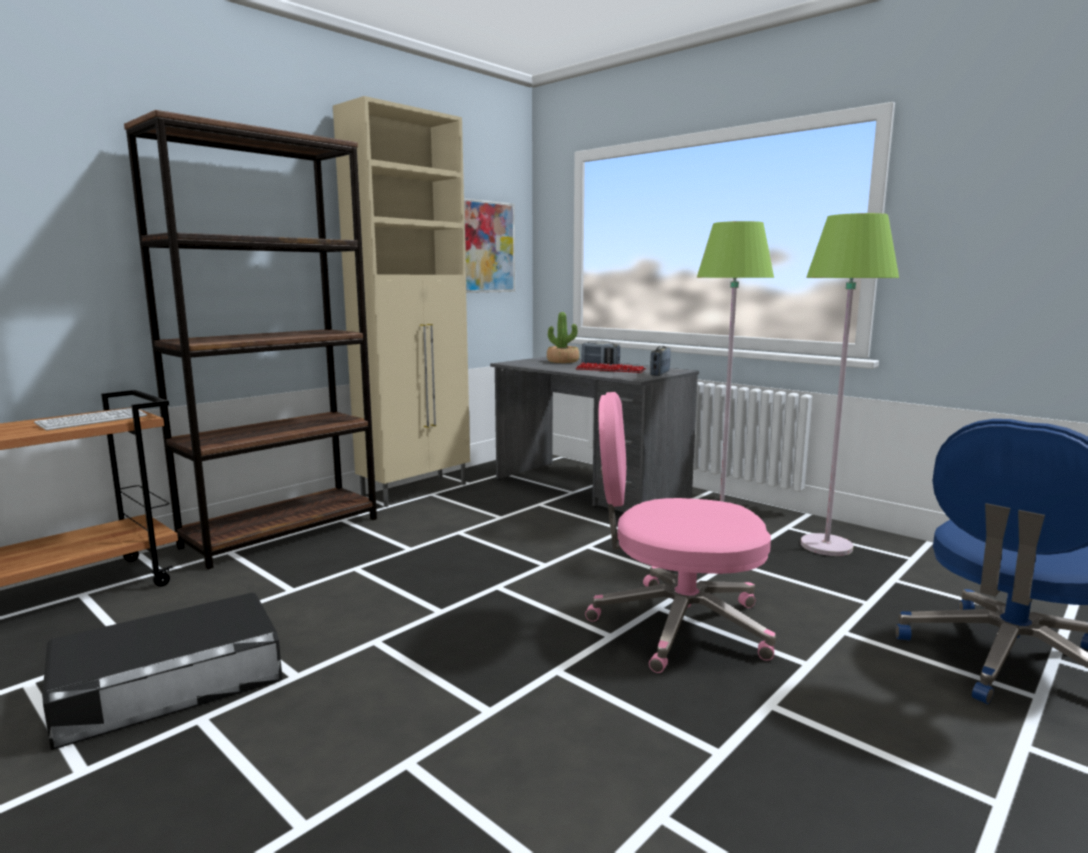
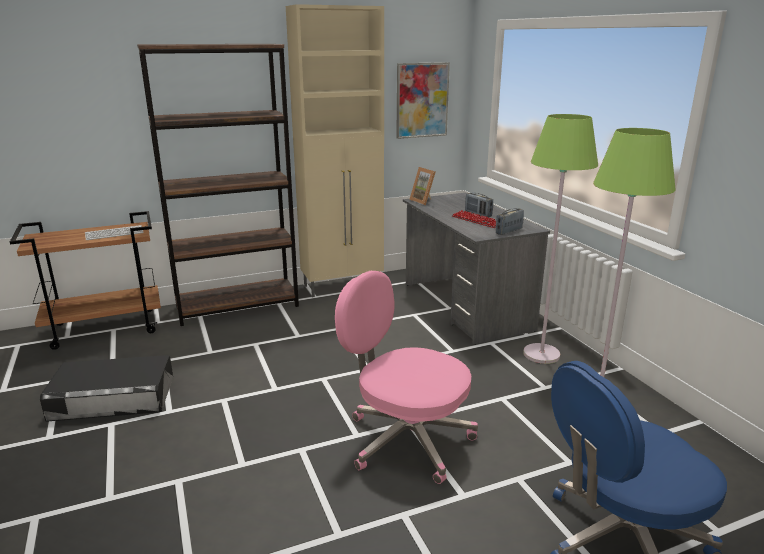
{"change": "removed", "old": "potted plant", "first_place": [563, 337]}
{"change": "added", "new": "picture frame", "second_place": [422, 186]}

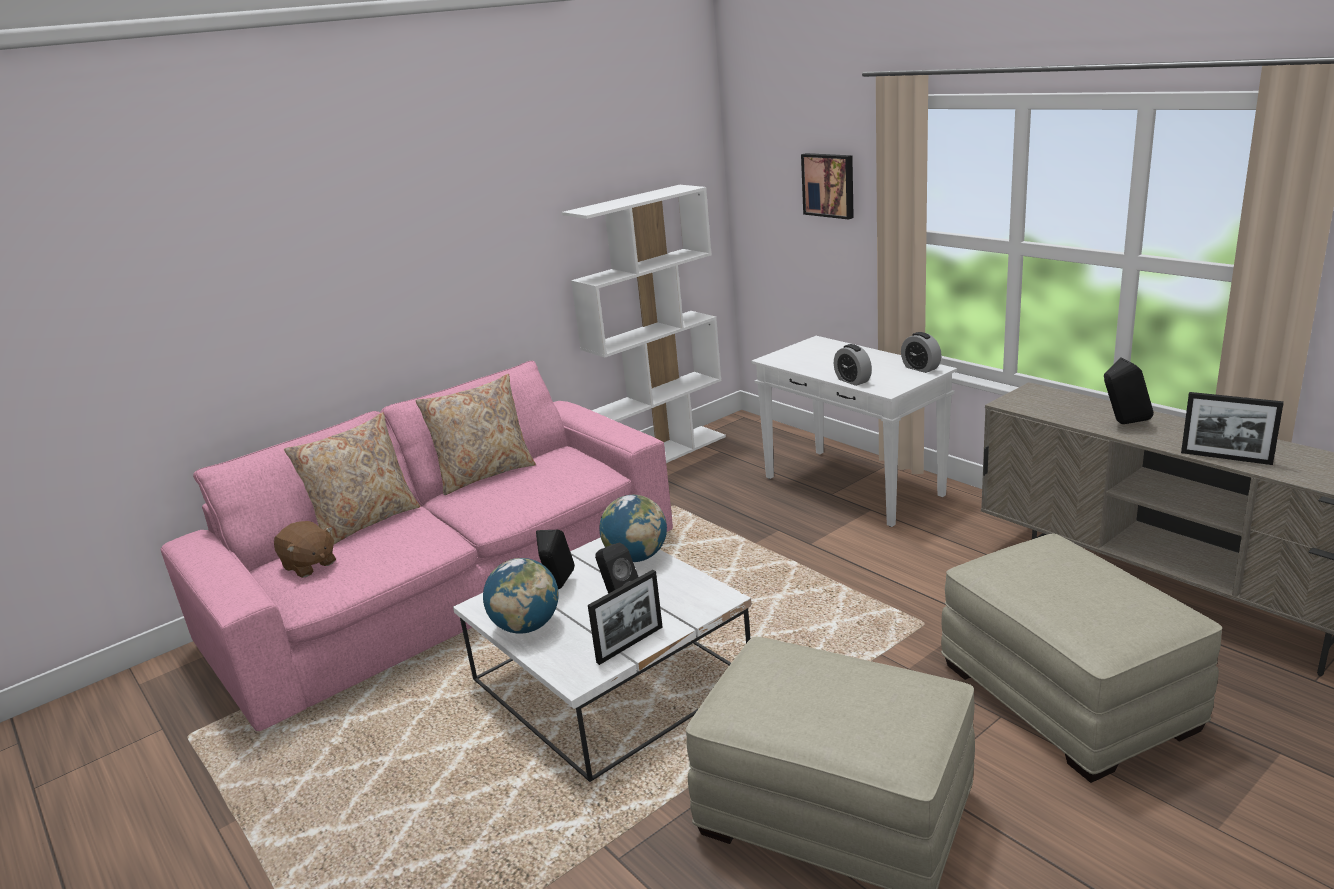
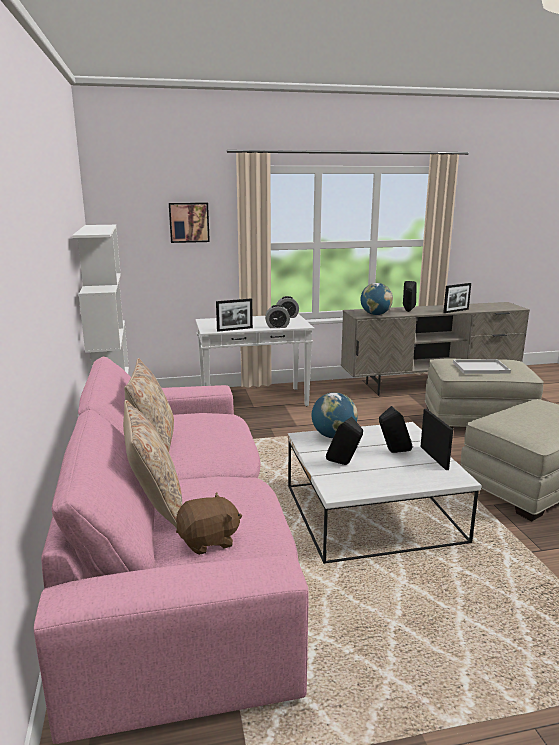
{"change": "moved", "old": "globe", "first_place": [521, 596], "second_place": [377, 299]}
{"change": "added", "new": "picture frame", "second_place": [234, 315]}
{"change": "added", "new": "white tray", "second_place": [482, 366]}

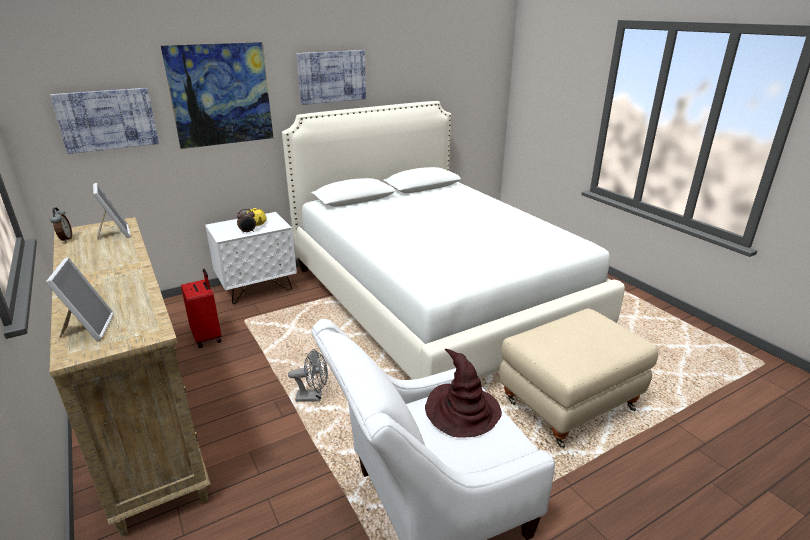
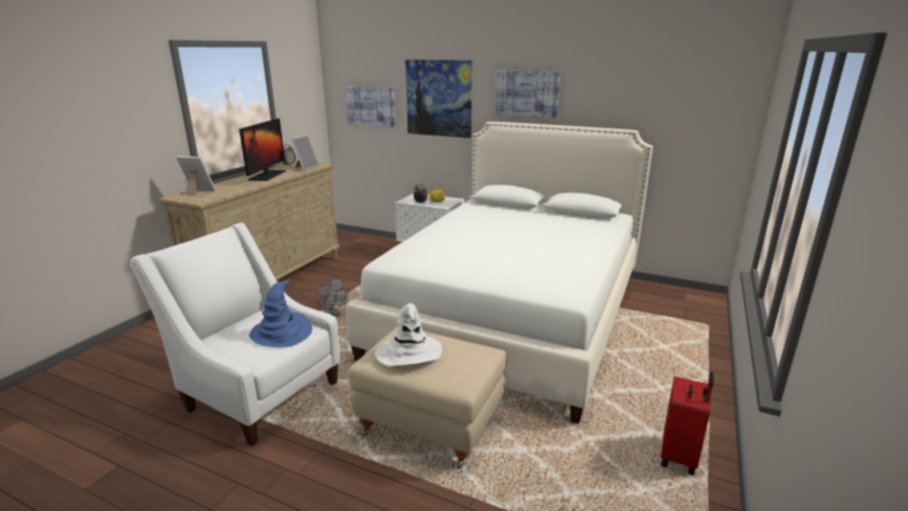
{"change": "turned", "old": "picture frame", "first_place": [80, 299], "second_place": [196, 176], "degrees": -120}
{"change": "moved", "old": "red suitcase", "first_place": [201, 308], "second_place": [687, 423]}
{"change": "recoloured", "old": "brown hat", "new": "blue hat", "first_place": [463, 393], "second_place": [280, 313]}
{"change": "added", "new": "monitor", "second_place": [262, 149]}
{"change": "added", "new": "white hat", "second_place": [408, 334]}

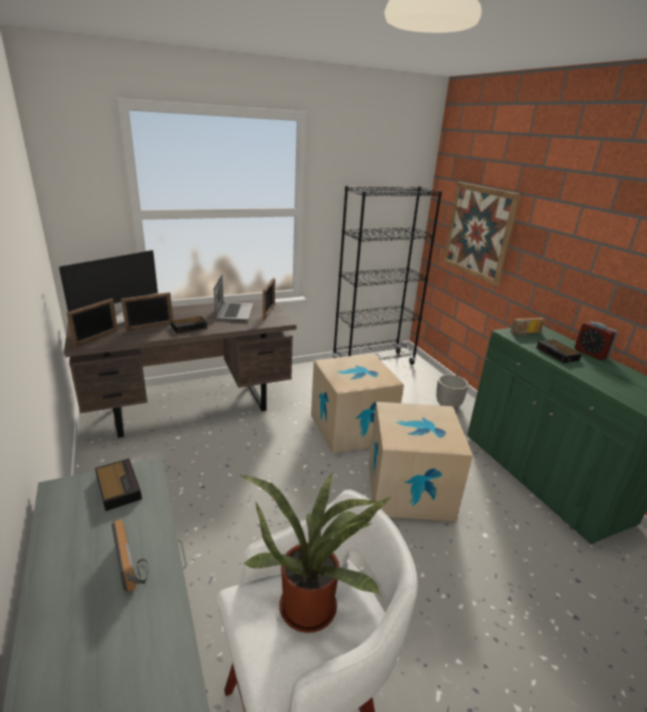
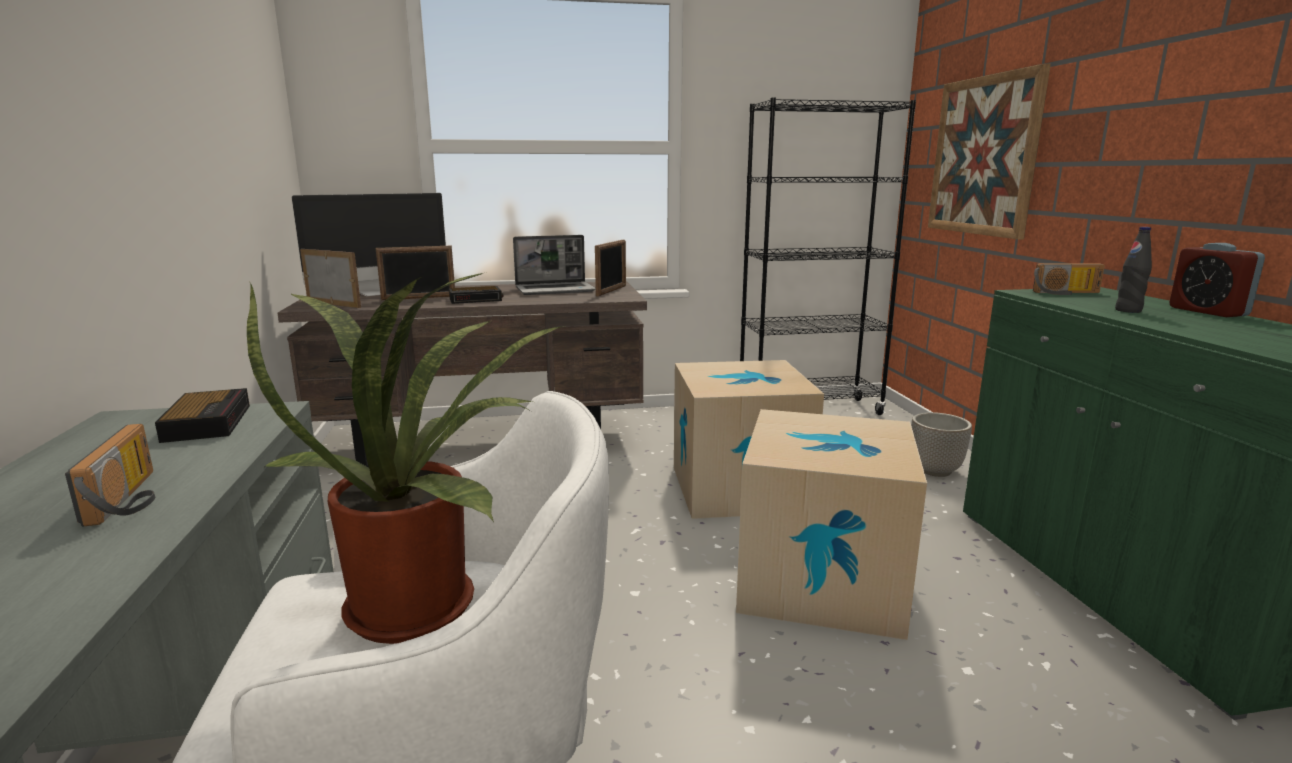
{"change": "turned", "old": "laptop", "first_place": [233, 298], "second_place": [554, 265], "degrees": 60}
{"change": "turned", "old": "picture frame", "first_place": [92, 322], "second_place": [330, 278], "degrees": -105}
{"change": "replaced", "old": "alarm clock", "new": "black bottle", "first_place": [559, 351], "second_place": [1133, 270]}

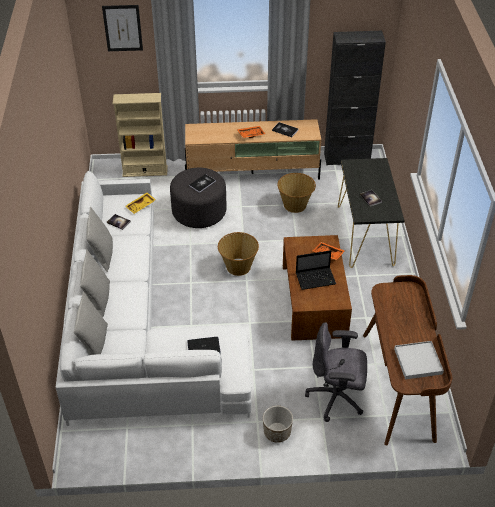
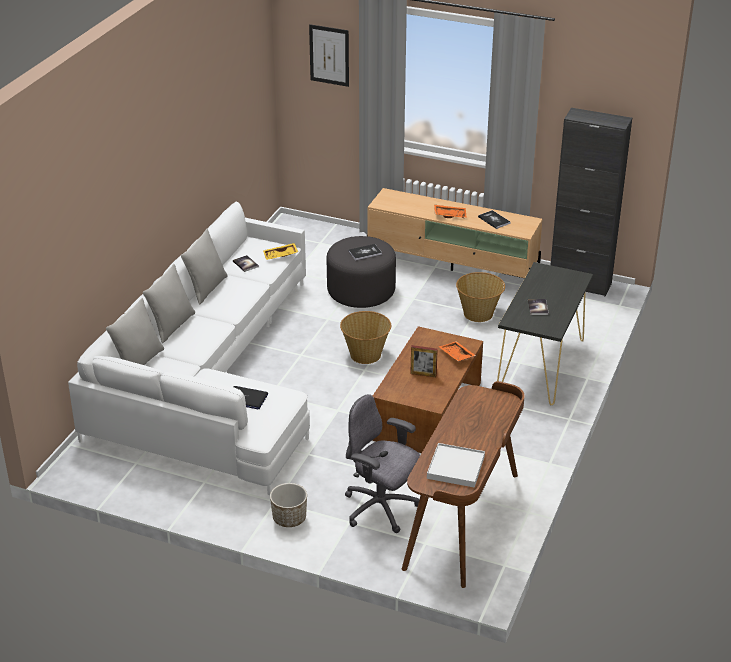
{"change": "removed", "old": "beige bookcase", "first_place": [140, 135]}
{"change": "replaced", "old": "laptop", "new": "picture frame", "first_place": [316, 270], "second_place": [424, 361]}

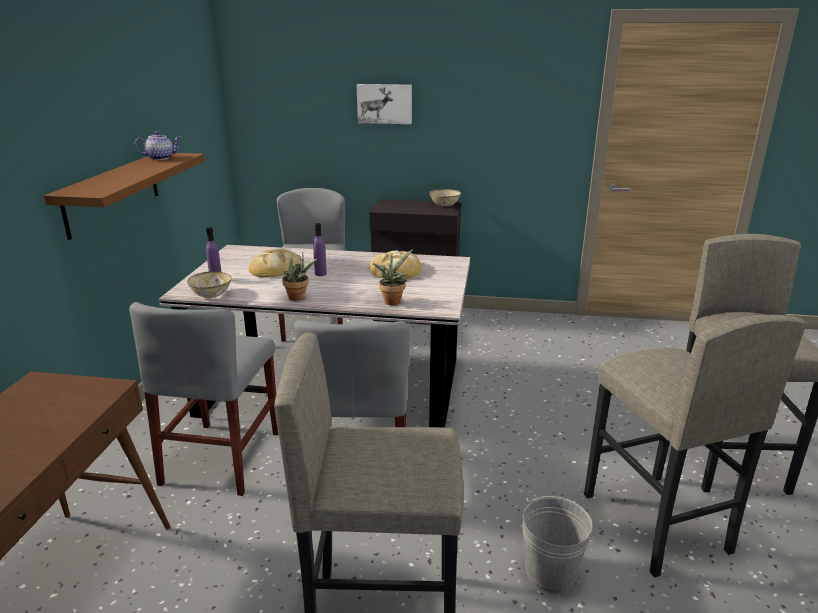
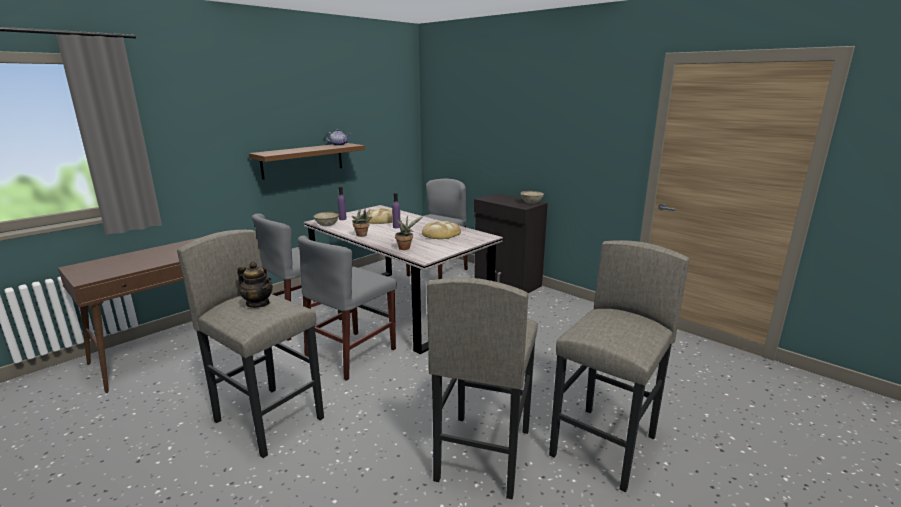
{"change": "removed", "old": "picture", "first_place": [384, 104]}
{"change": "removed", "old": "grey bucket", "first_place": [558, 544]}
{"change": "added", "new": "teapot", "second_place": [255, 285]}

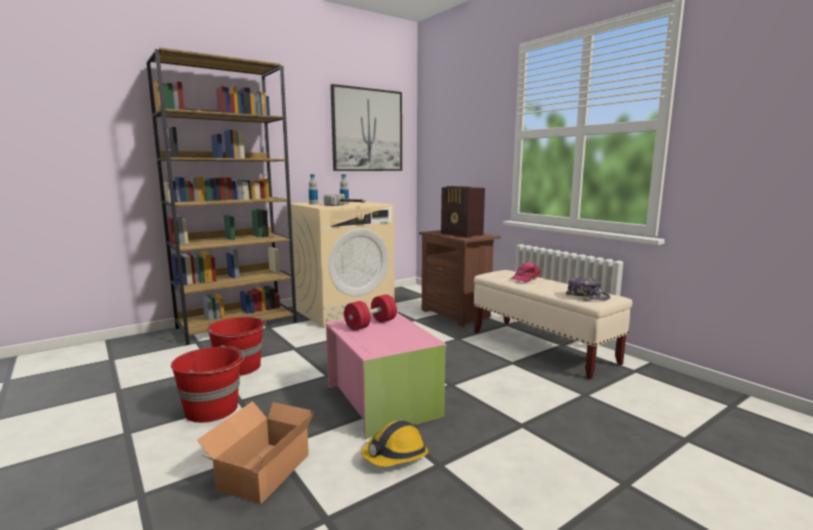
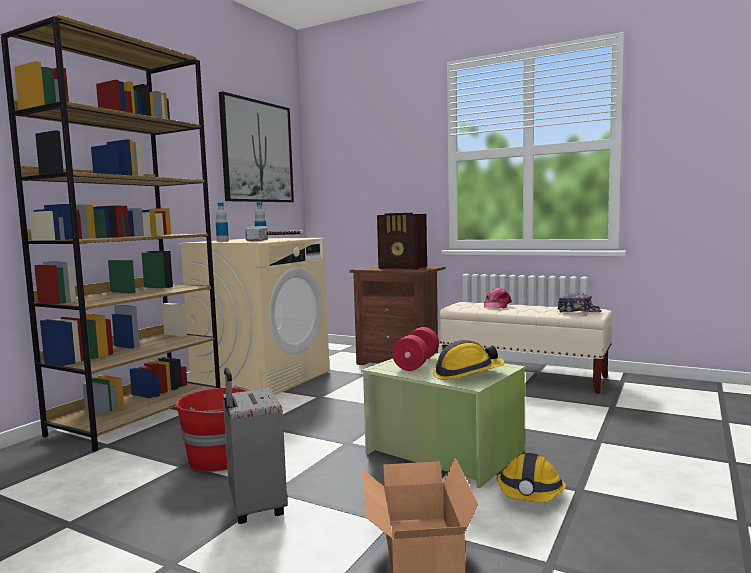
{"change": "recoloured", "old": "pink storage box", "new": "green storage box", "first_place": [386, 376], "second_place": [443, 420]}
{"change": "replaced", "old": "red bucket", "new": "grey suitcase", "first_place": [208, 384], "second_place": [255, 445]}
{"change": "added", "new": "hard hat", "second_place": [469, 360]}

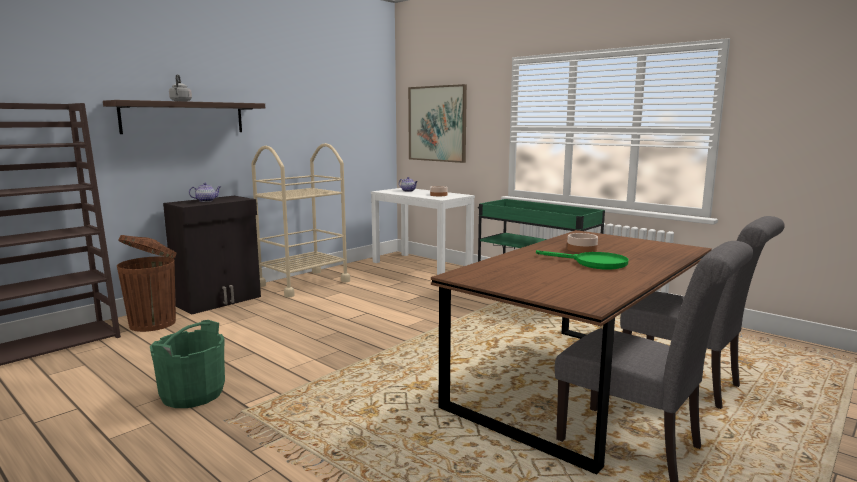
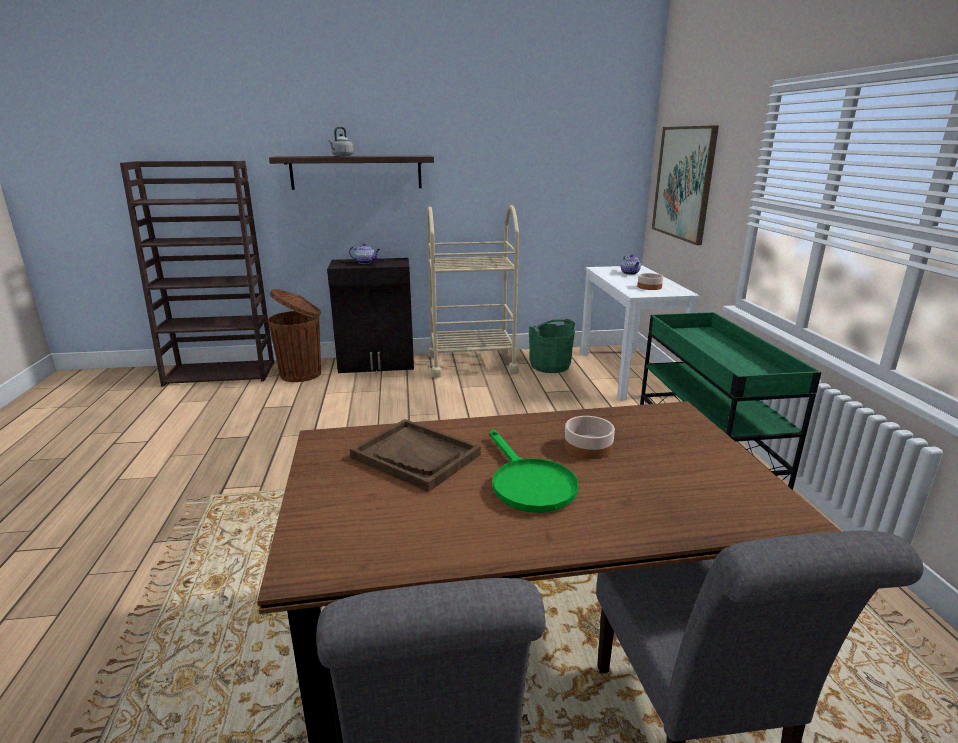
{"change": "moved", "old": "green bucket", "first_place": [187, 364], "second_place": [552, 346]}
{"change": "added", "new": "brown tray", "second_place": [415, 455]}

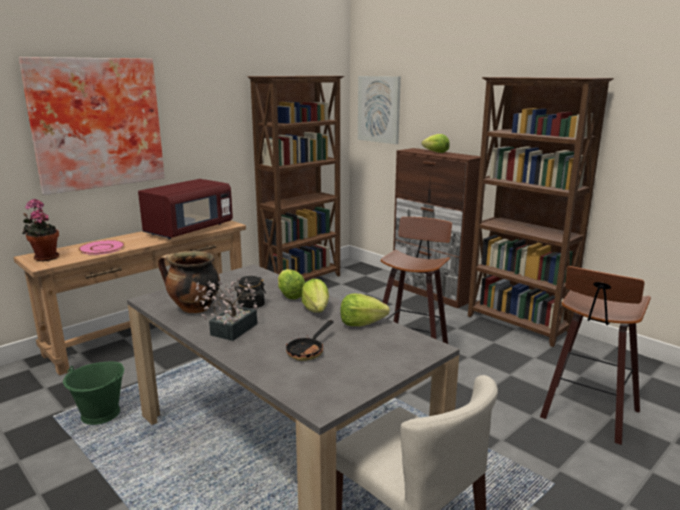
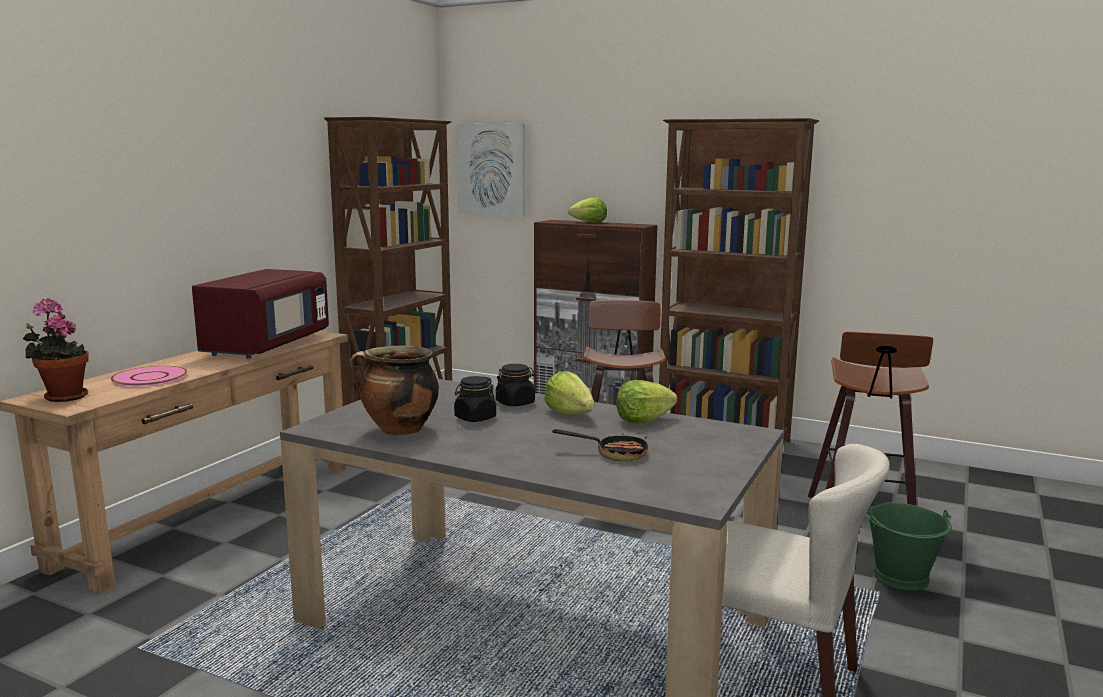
{"change": "removed", "old": "picture", "first_place": [92, 126]}
{"change": "replaced", "old": "lettuce", "new": "black jar", "first_place": [291, 284], "second_place": [515, 385]}
{"change": "removed", "old": "potted plant", "first_place": [226, 309]}
{"change": "turned", "old": "frying pan", "first_place": [309, 340], "second_place": [600, 445], "degrees": -90}
{"change": "moved", "old": "green bucket", "first_place": [93, 393], "second_place": [909, 546]}

